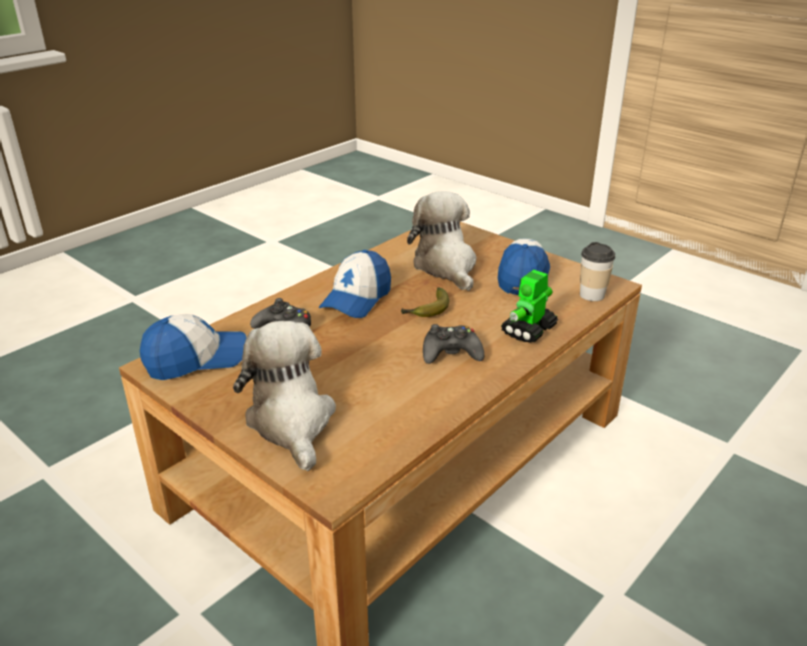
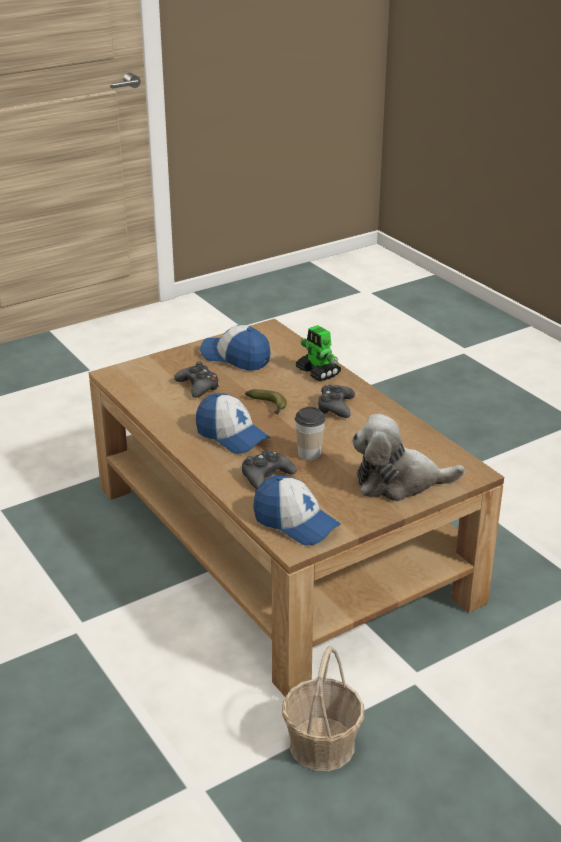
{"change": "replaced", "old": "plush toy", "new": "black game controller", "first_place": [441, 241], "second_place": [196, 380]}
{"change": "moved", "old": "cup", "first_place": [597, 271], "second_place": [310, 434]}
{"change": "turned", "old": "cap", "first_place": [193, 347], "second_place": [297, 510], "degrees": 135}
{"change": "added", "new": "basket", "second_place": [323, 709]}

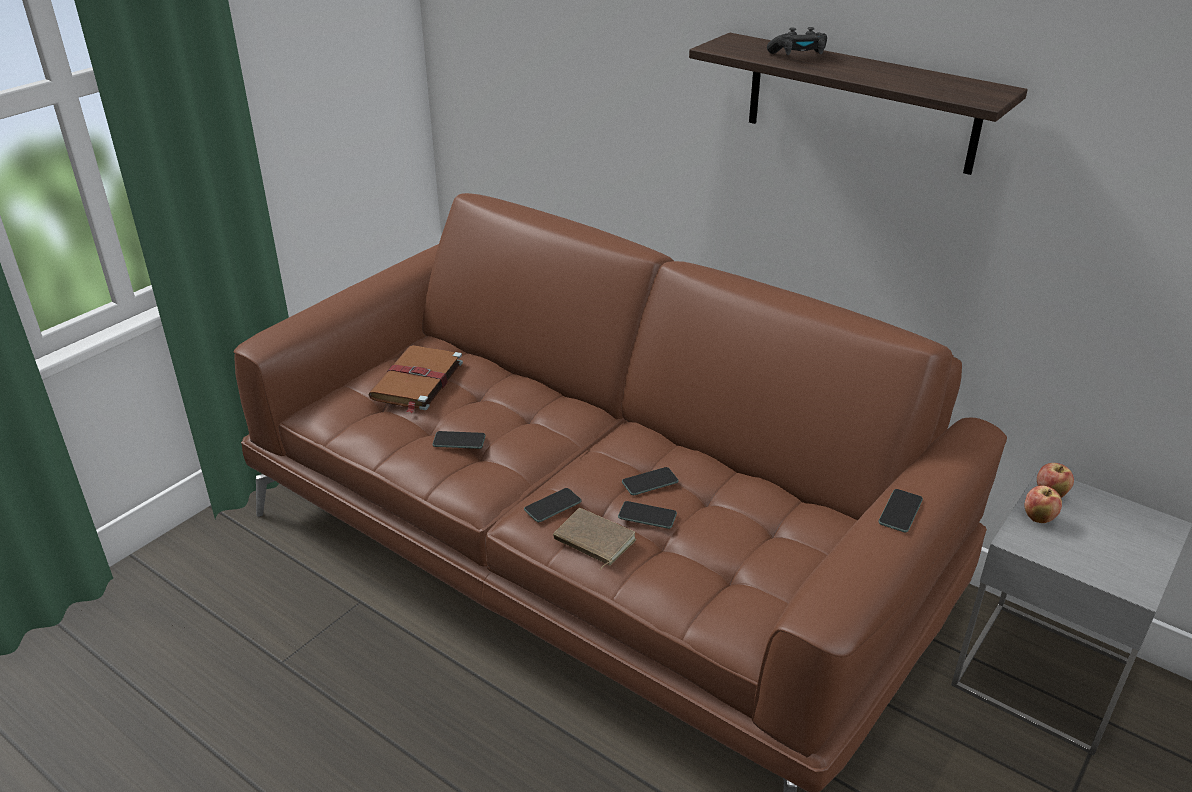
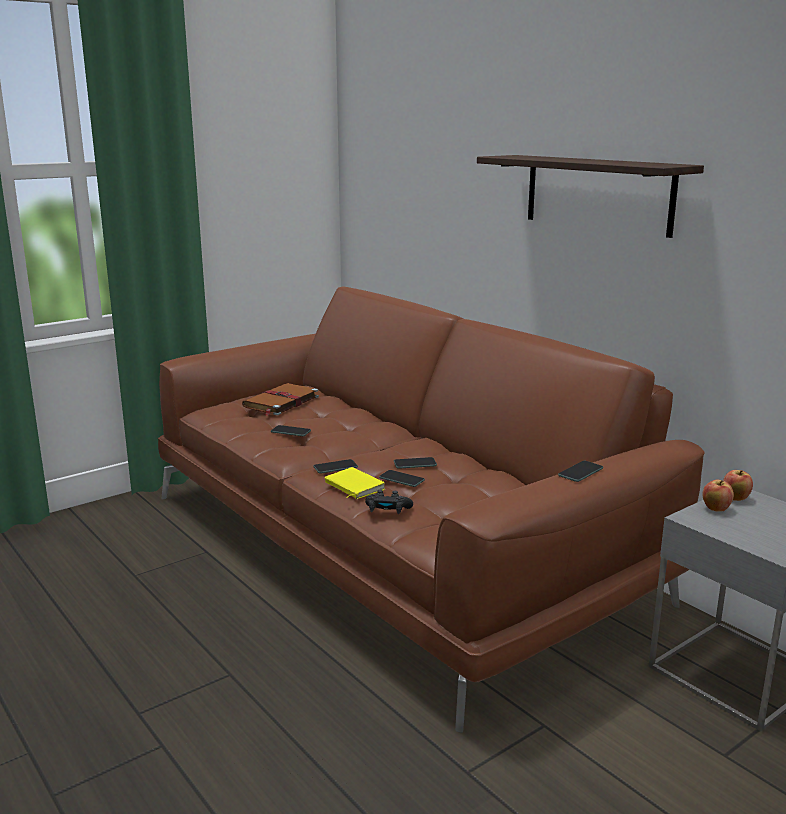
{"change": "moved", "old": "black game controller", "first_place": [797, 41], "second_place": [389, 502]}
{"change": "recoloured", "old": "brown book", "new": "yellow book", "first_place": [594, 539], "second_place": [355, 483]}

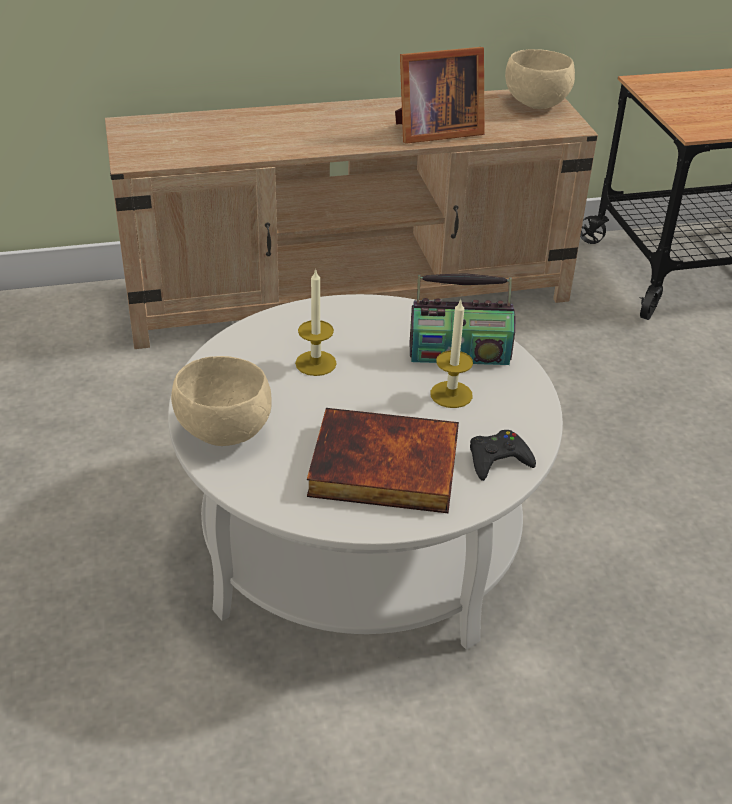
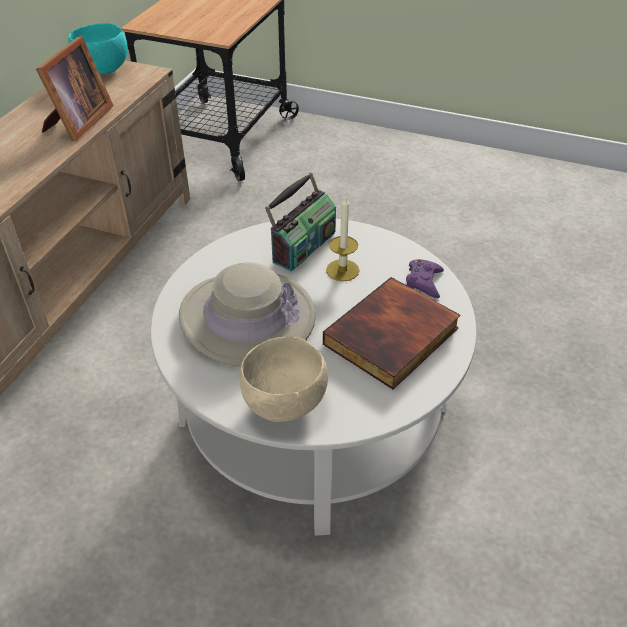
{"change": "recoloured", "old": "beige bowl", "new": "turquoise bowl", "first_place": [540, 79], "second_place": [97, 48]}
{"change": "replaced", "old": "candle", "new": "beige hat", "first_place": [316, 322], "second_place": [247, 315]}
{"change": "recoloured", "old": "black game controller", "new": "purple game controller", "first_place": [503, 455], "second_place": [425, 278]}

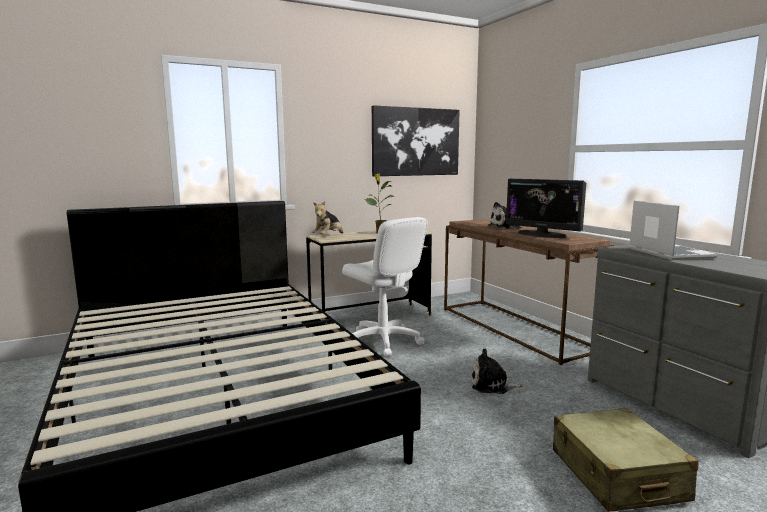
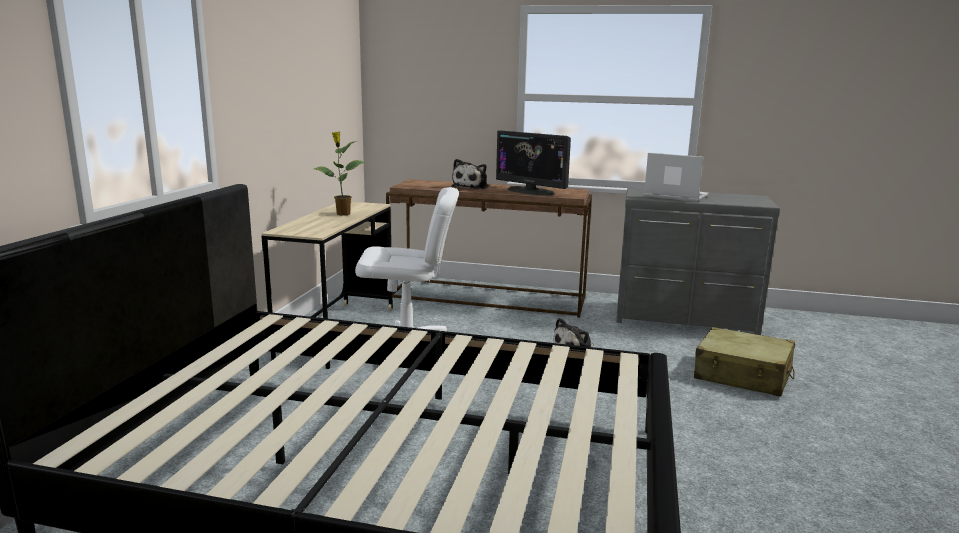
{"change": "removed", "old": "picture", "first_place": [416, 140]}
{"change": "turned", "old": "monitor", "first_place": [546, 208], "second_place": [533, 163], "degrees": 45}
{"change": "removed", "old": "plush toy", "first_place": [327, 217]}

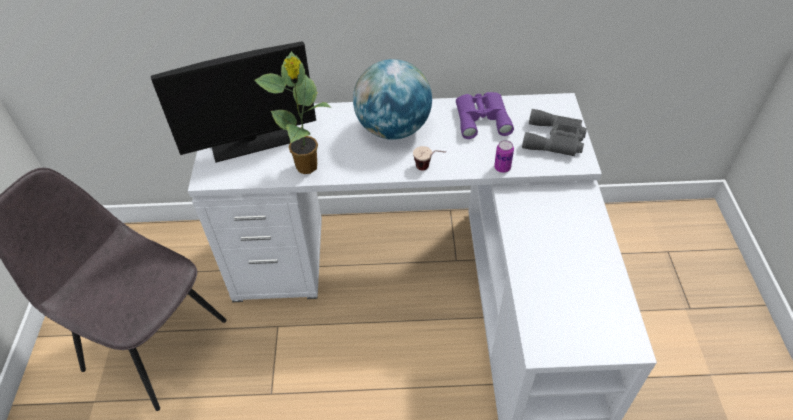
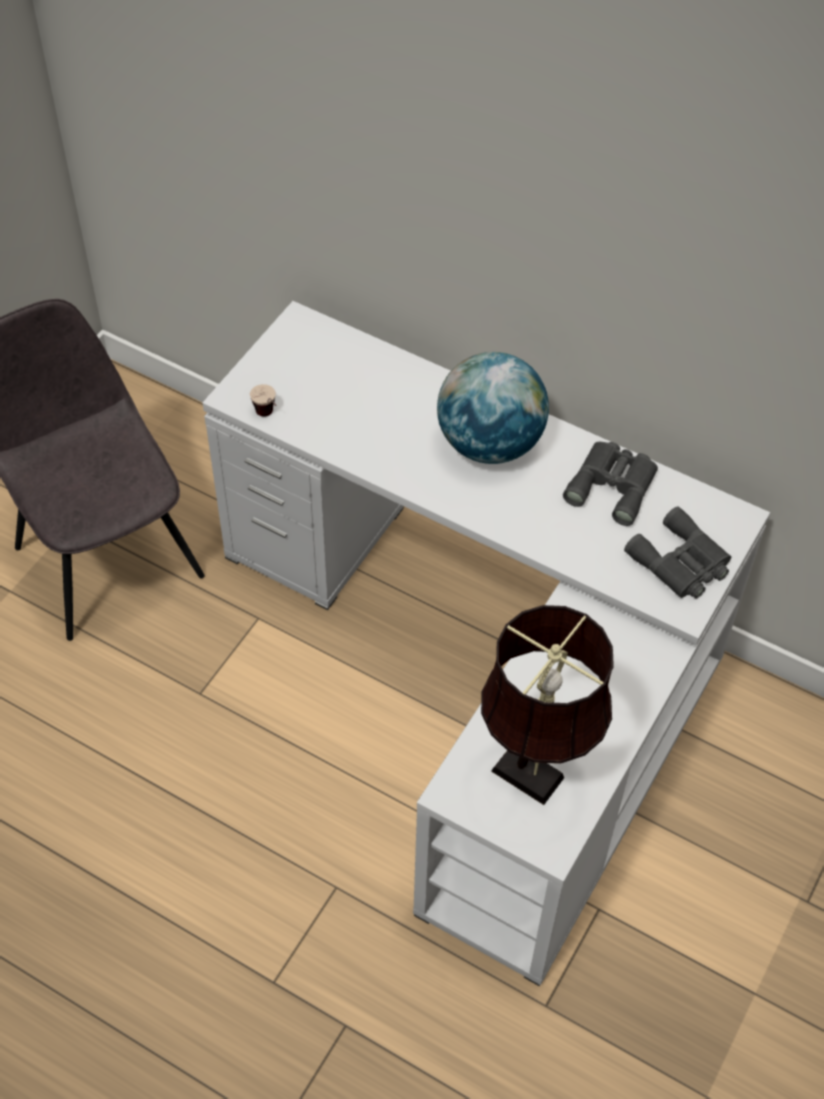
{"change": "removed", "old": "monitor", "first_place": [233, 102]}
{"change": "removed", "old": "potted plant", "first_place": [292, 112]}
{"change": "recoloured", "old": "purple binoculars", "new": "grey binoculars", "first_place": [485, 115], "second_place": [610, 484]}
{"change": "removed", "old": "can", "first_place": [504, 156]}
{"change": "moved", "old": "cup", "first_place": [429, 158], "second_place": [263, 400]}
{"change": "added", "new": "brown table lamp", "second_place": [547, 705]}

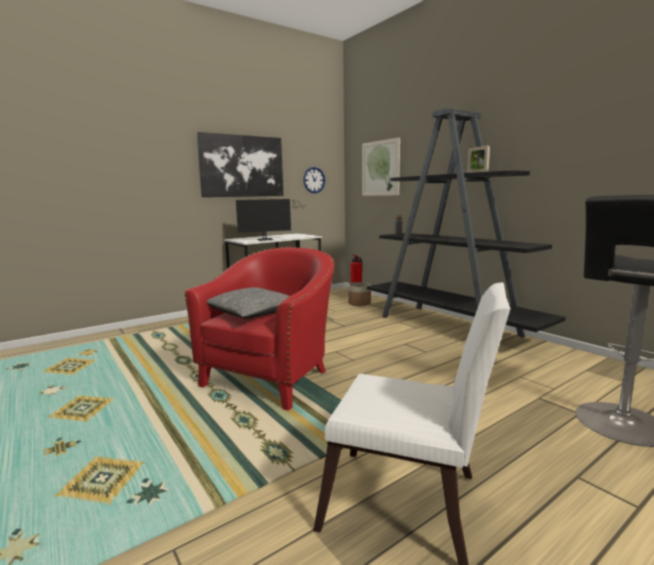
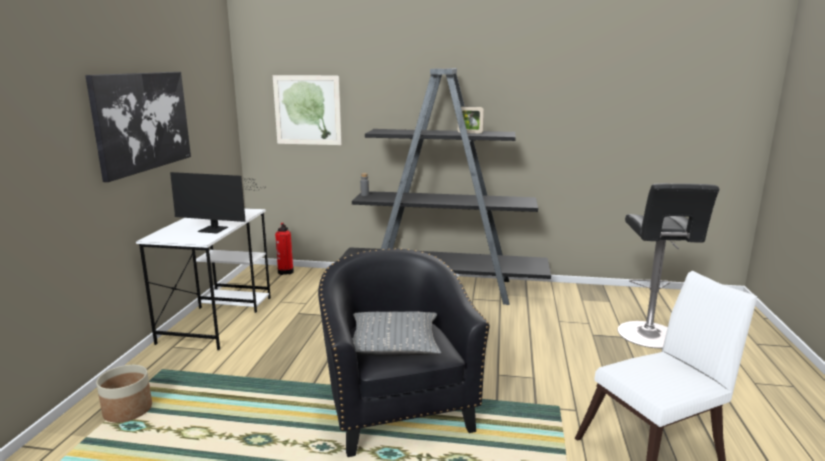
{"change": "removed", "old": "wall clock", "first_place": [314, 180]}
{"change": "turned", "old": "monitor", "first_place": [269, 220], "second_place": [216, 203], "degrees": 75}
{"change": "recoloured", "old": "red armchair", "new": "black armchair", "first_place": [259, 329], "second_place": [403, 352]}
{"change": "moved", "old": "planter", "first_place": [359, 294], "second_place": [124, 394]}

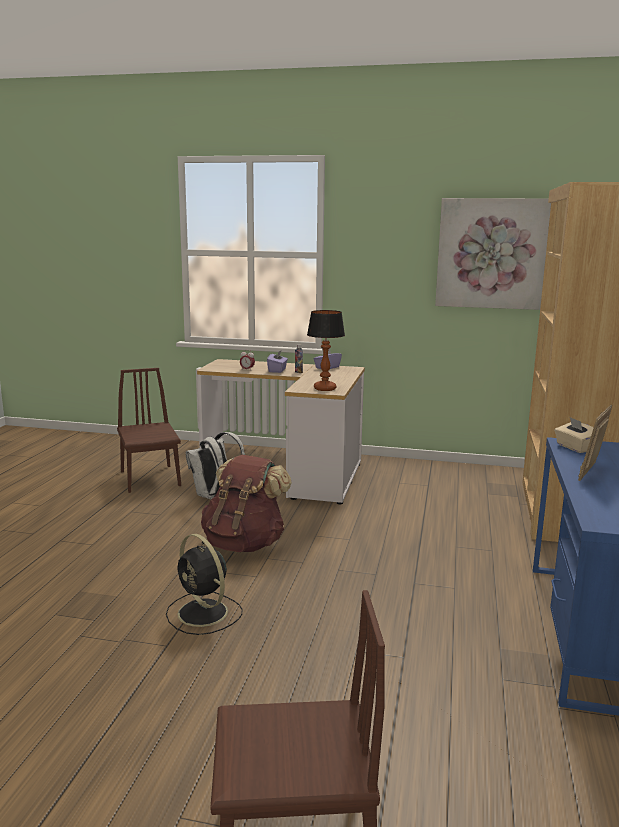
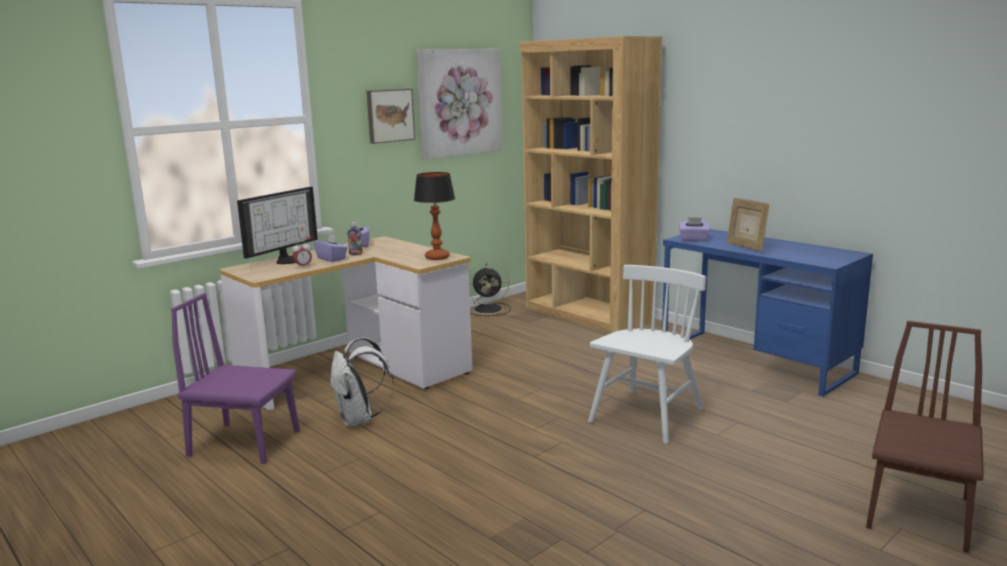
{"change": "recoloured", "old": "brown chair", "new": "purple chair", "first_place": [149, 430], "second_place": [235, 378]}
{"change": "recoloured", "old": "beige tissue box", "new": "purple tissue box", "first_place": [574, 435], "second_place": [694, 229]}
{"change": "removed", "old": "brown backpack", "first_place": [246, 503]}
{"change": "moved", "old": "black fan", "first_place": [204, 584], "second_place": [490, 288]}
{"change": "added", "new": "picture", "second_place": [390, 116]}
{"change": "added", "new": "monitor", "second_place": [277, 225]}
{"change": "added", "new": "white chair", "second_place": [647, 354]}

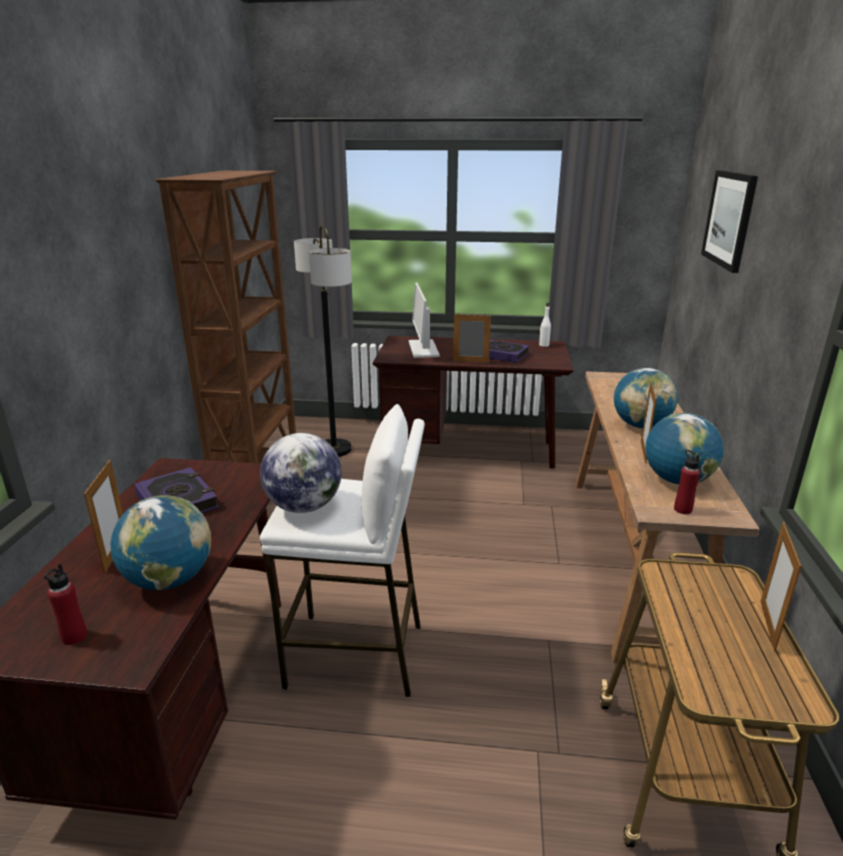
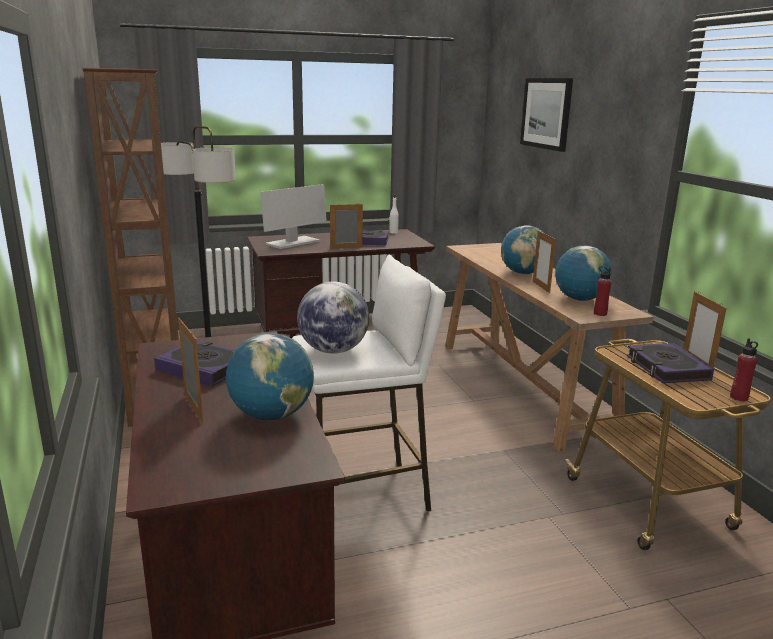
{"change": "turned", "old": "monitor", "first_place": [424, 320], "second_place": [293, 216], "degrees": -105}
{"change": "moved", "old": "red bottle", "first_place": [65, 604], "second_place": [744, 369]}
{"change": "added", "new": "book", "second_place": [670, 363]}

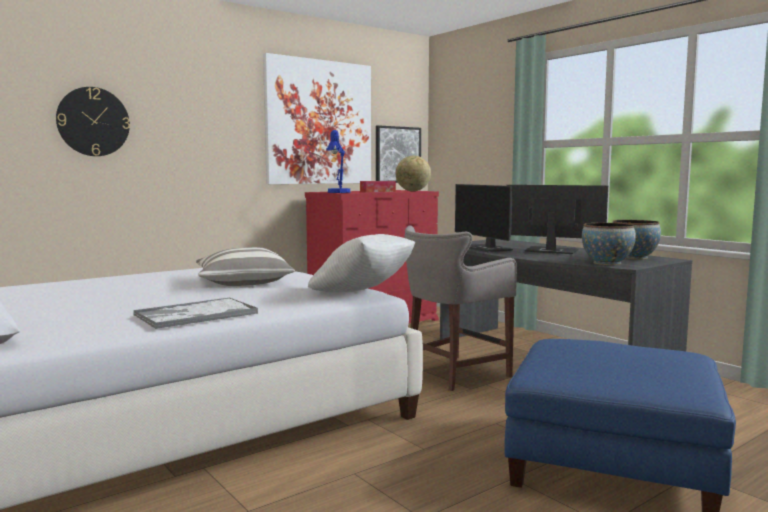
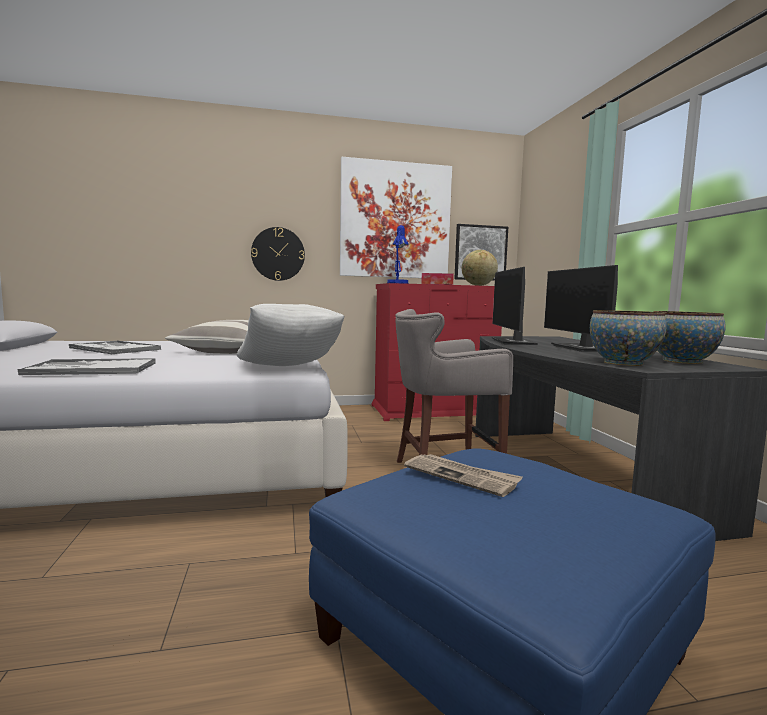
{"change": "moved", "old": "wall clock", "first_place": [93, 121], "second_place": [278, 254]}
{"change": "turned", "old": "monitor", "first_place": [557, 219], "second_place": [581, 308], "degrees": -150}
{"change": "added", "new": "tray", "second_place": [115, 348]}
{"change": "added", "new": "newspaper", "second_place": [463, 475]}

